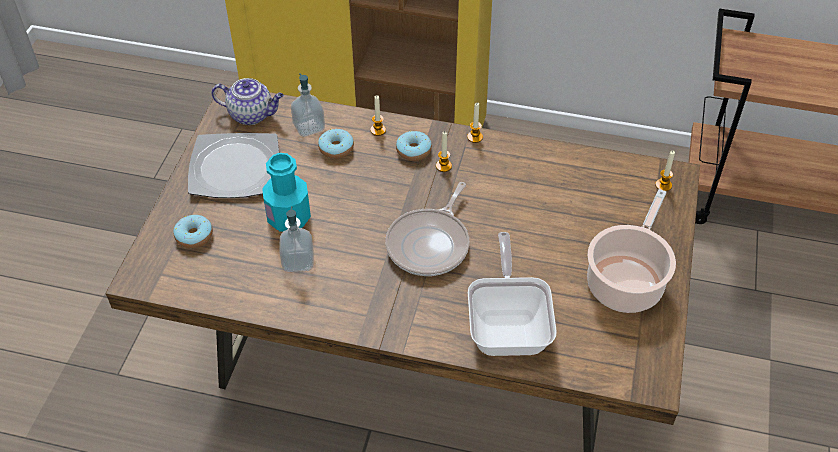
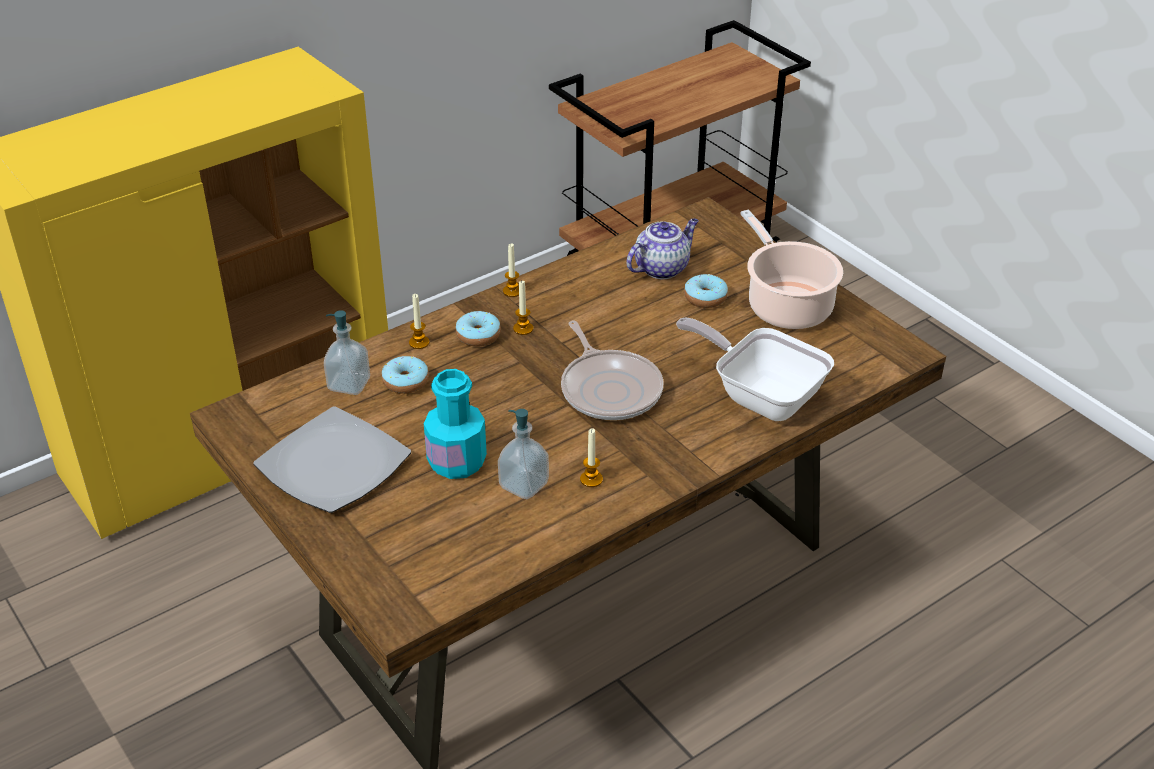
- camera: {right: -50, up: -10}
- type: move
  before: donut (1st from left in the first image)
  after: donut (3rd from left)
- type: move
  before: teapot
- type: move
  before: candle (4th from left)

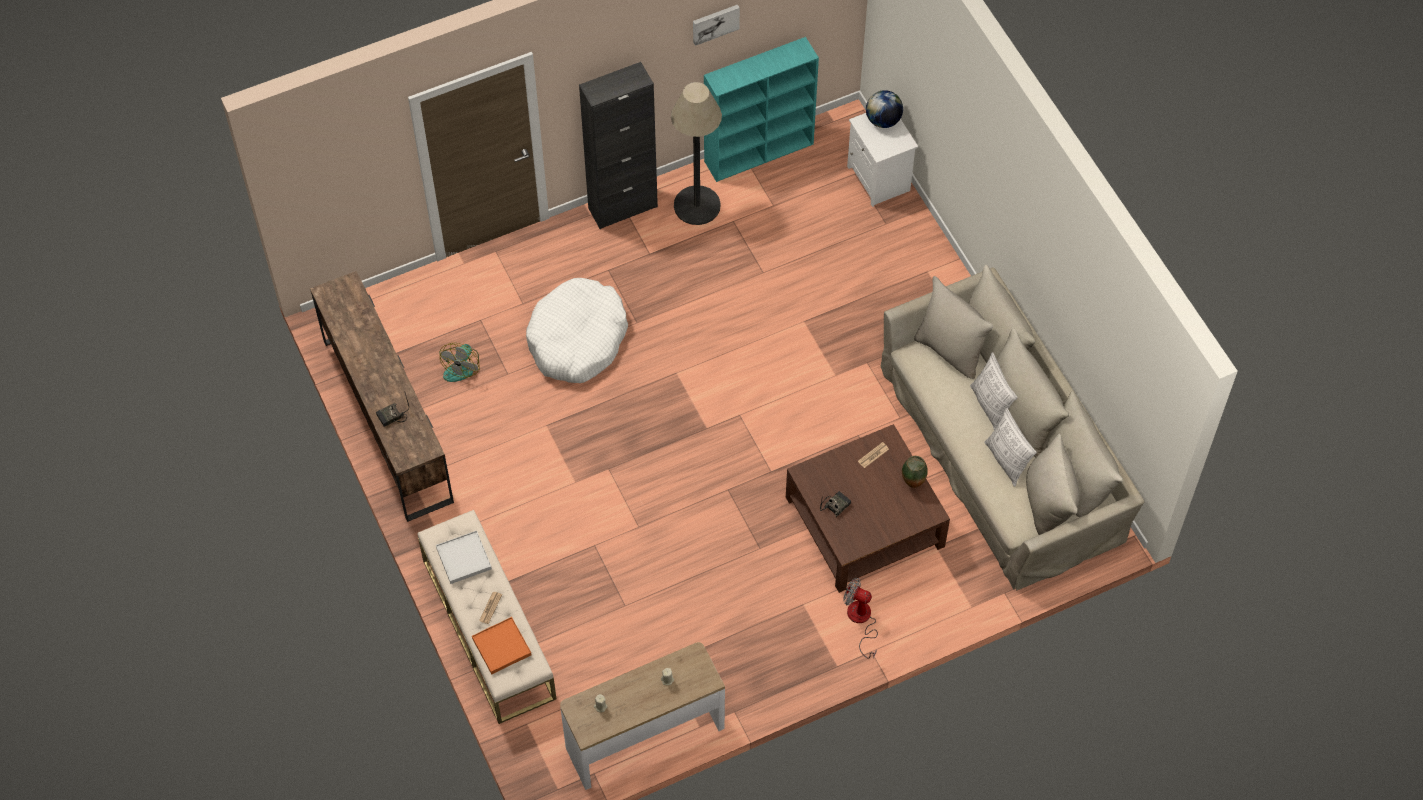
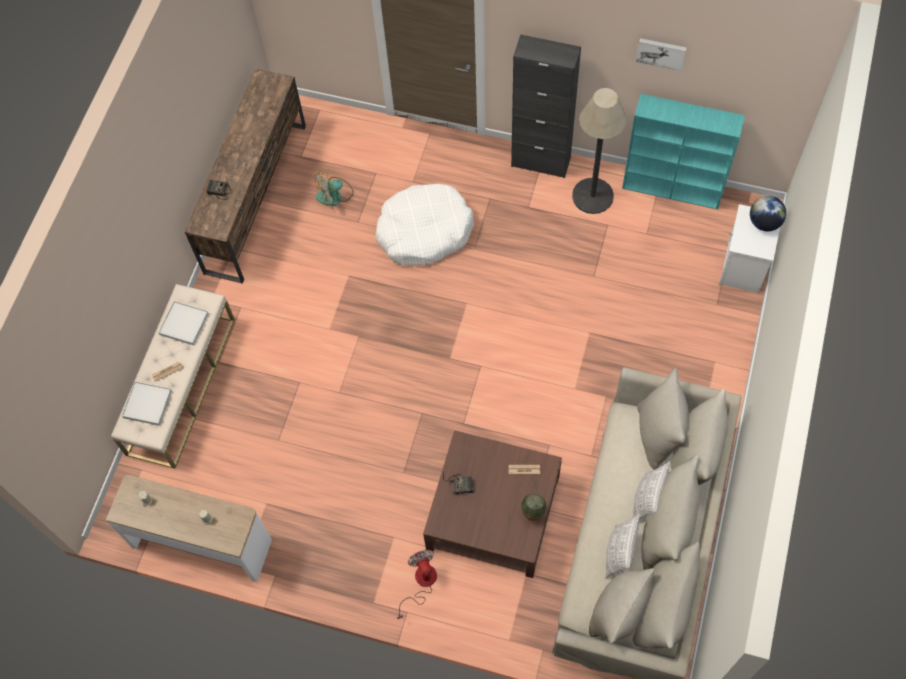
- camera: {right: 45, up: 5}
- type: recolor
  before: orange tray
  after: white tray (1st from left)

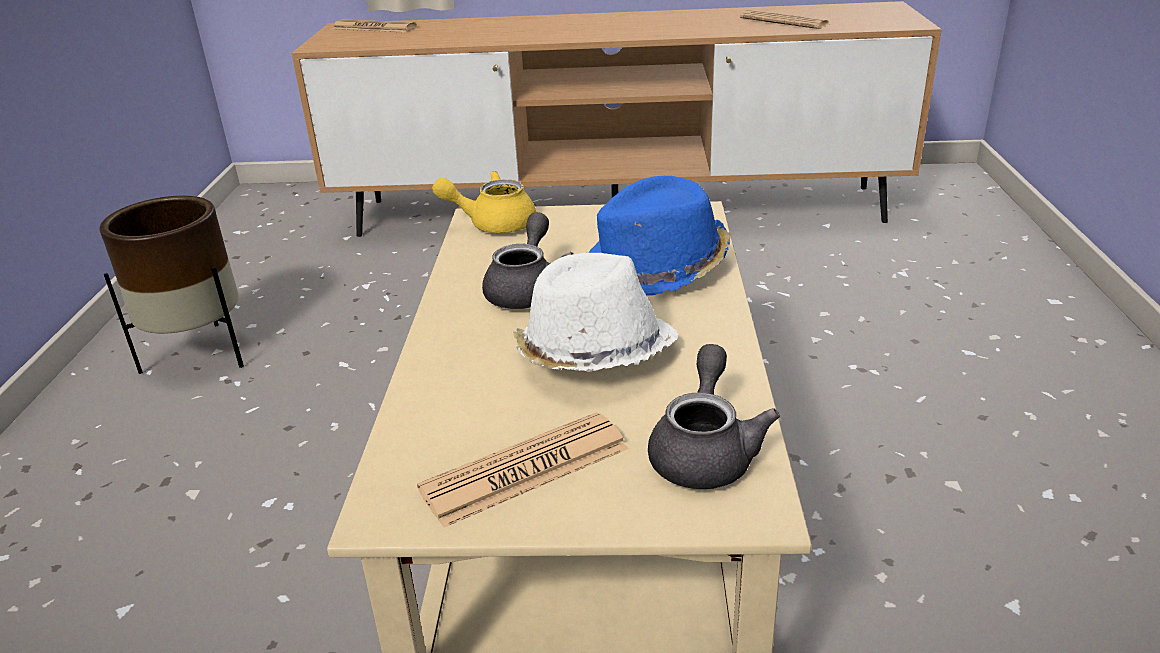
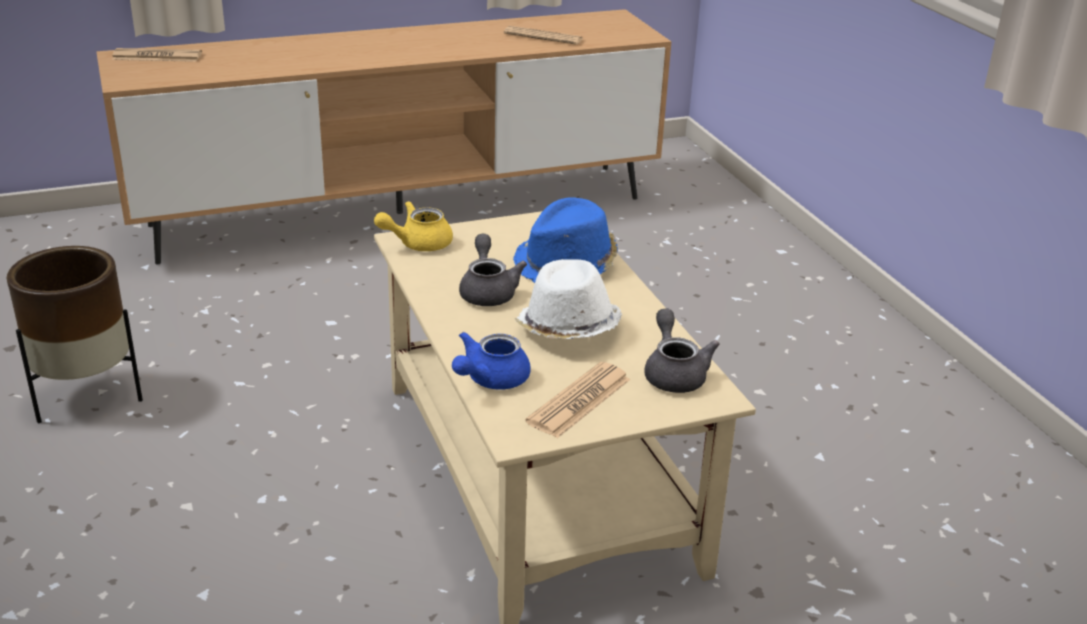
- camera: {right: -25, up: 0}
- type: insert
  after: blue teapot

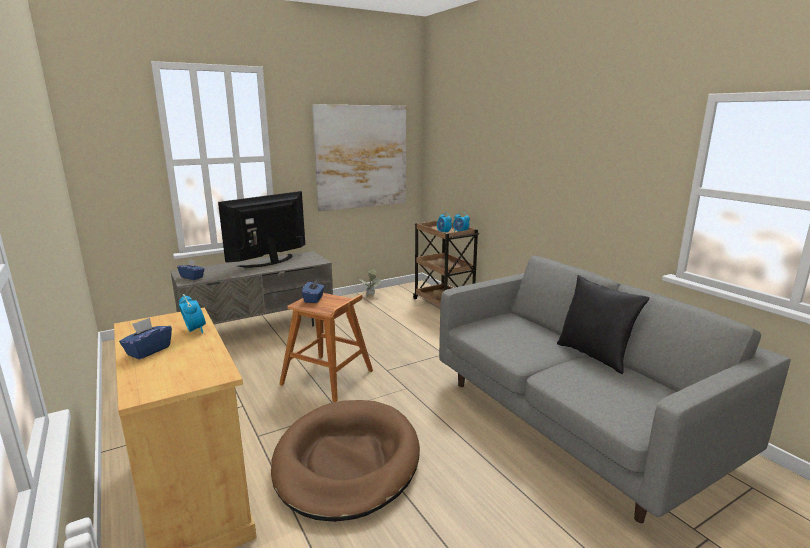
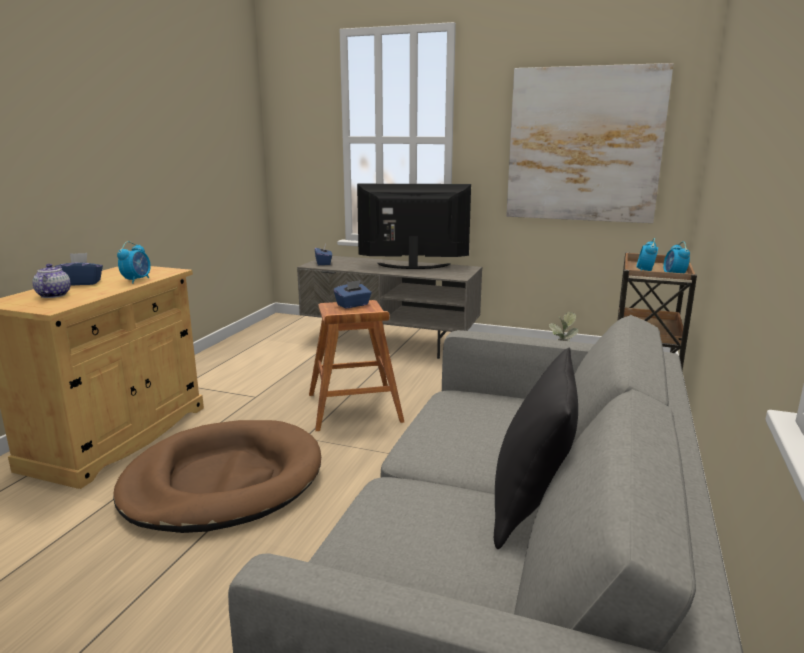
- camera: {right: 50, up: 0}
- type: insert
  after: teapot

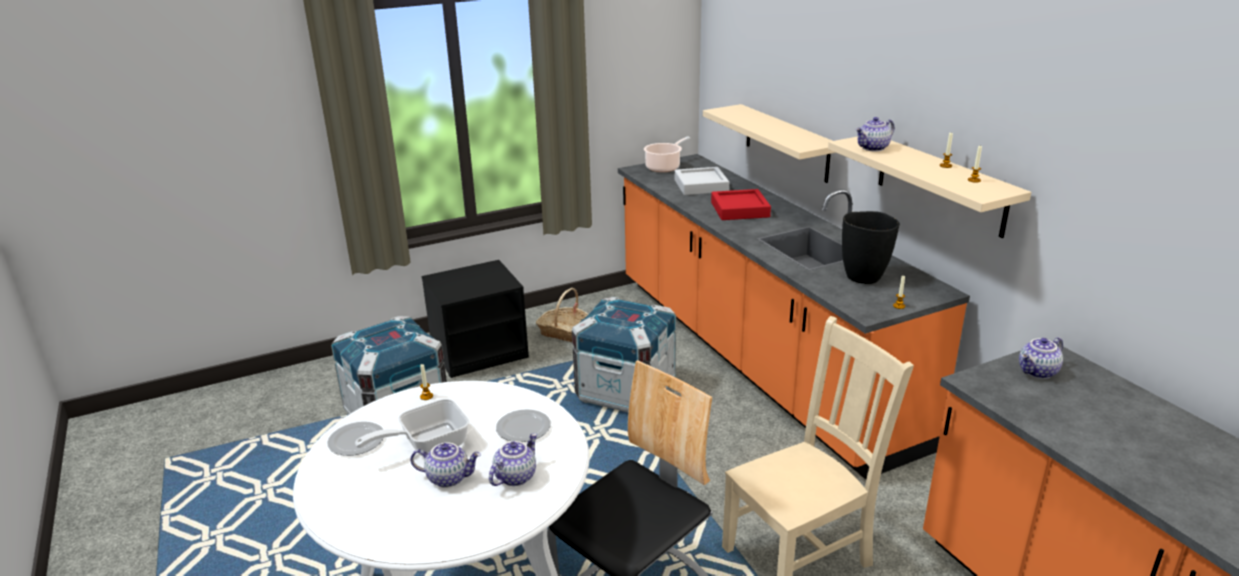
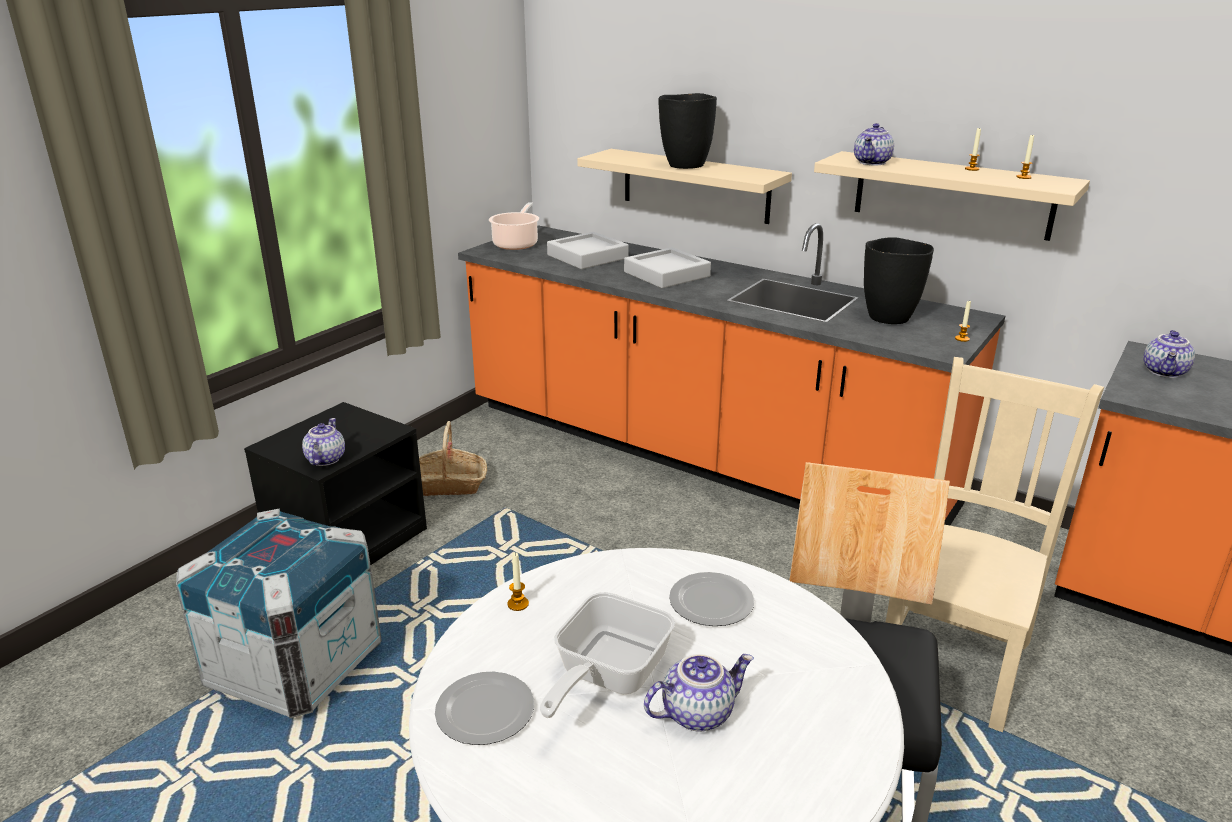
- camera: {right: -30, up: 0}
- type: delete
  before: crate (2nd from left)
- type: insert
  after: black vase (1st from left)
- type: move
  before: teapot (2nd from left in the first image)
  after: teapot (1st from left)
- type: recolor
  before: red tray
  after: grey tray (2nd from left)

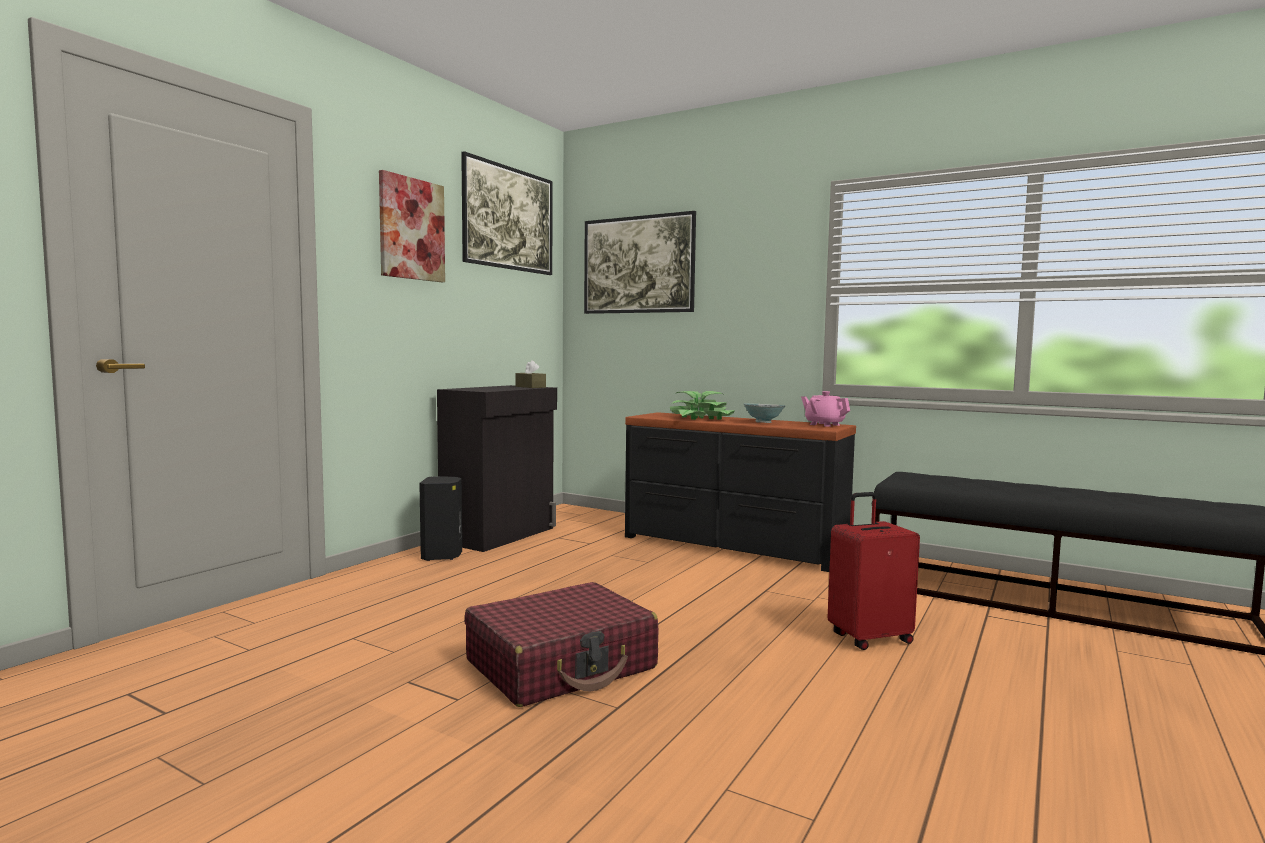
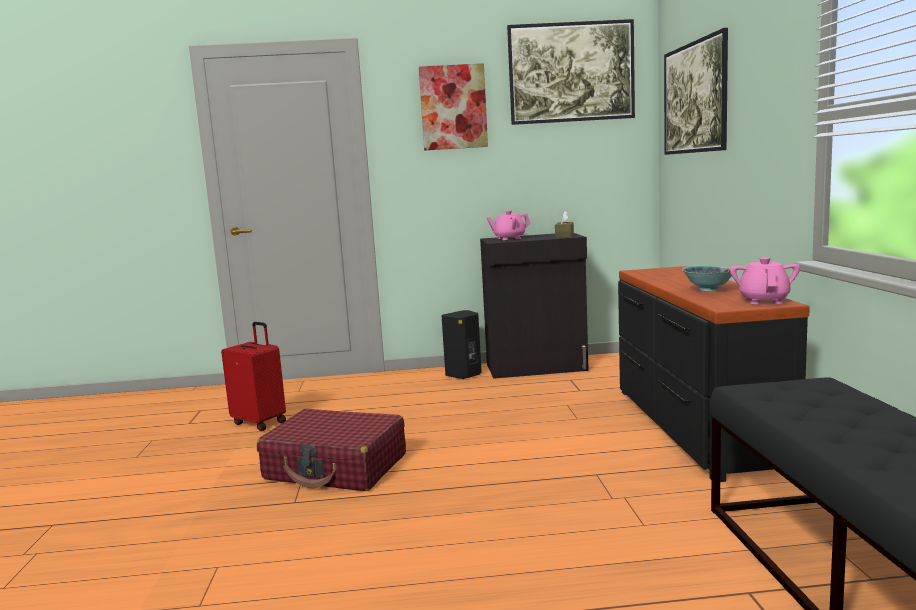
- camera: {right: 55, up: 5}
- type: delete
  before: potted plant
- type: insert
  after: pink teapot (1st from left)
- type: move
  before: red suitcase (2nd from left in the first image)
  after: red suitcase (1st from left)

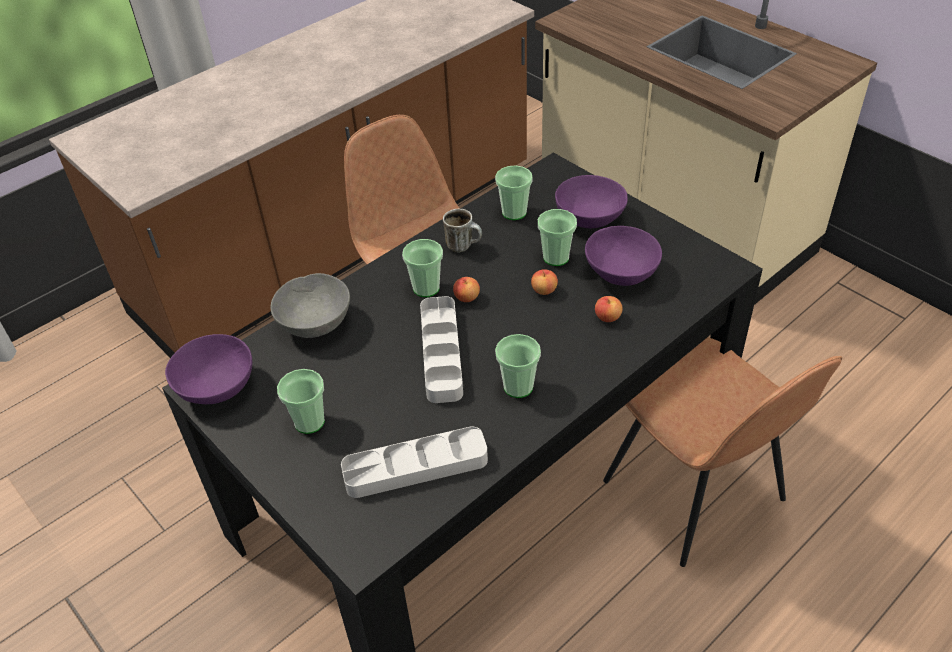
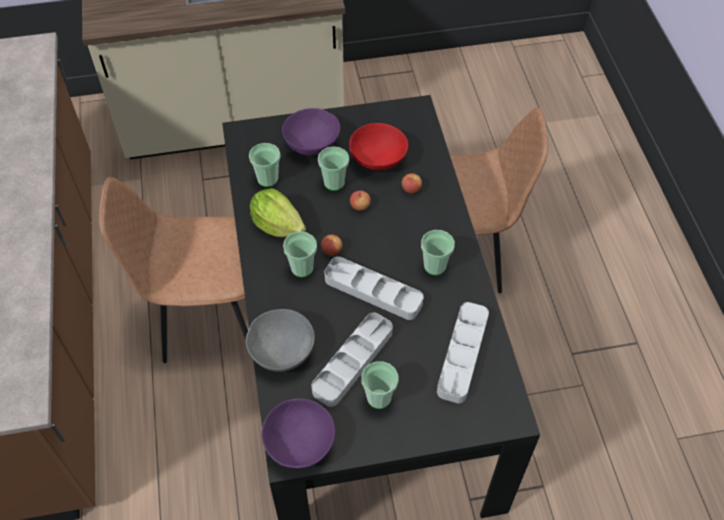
- camera: {right: -60, up: 10}
- type: insert
  after: grey tray (1st from left)
- type: replace
  before: mug
  after: lettuce
- type: recolor
  before: purple bowl (3rd from left)
  after: red bowl

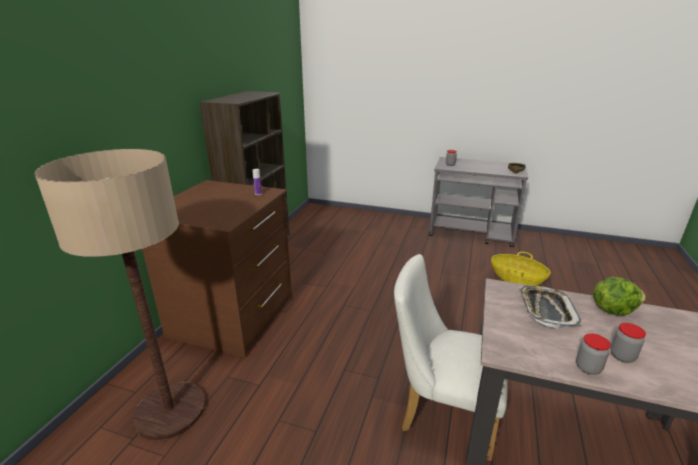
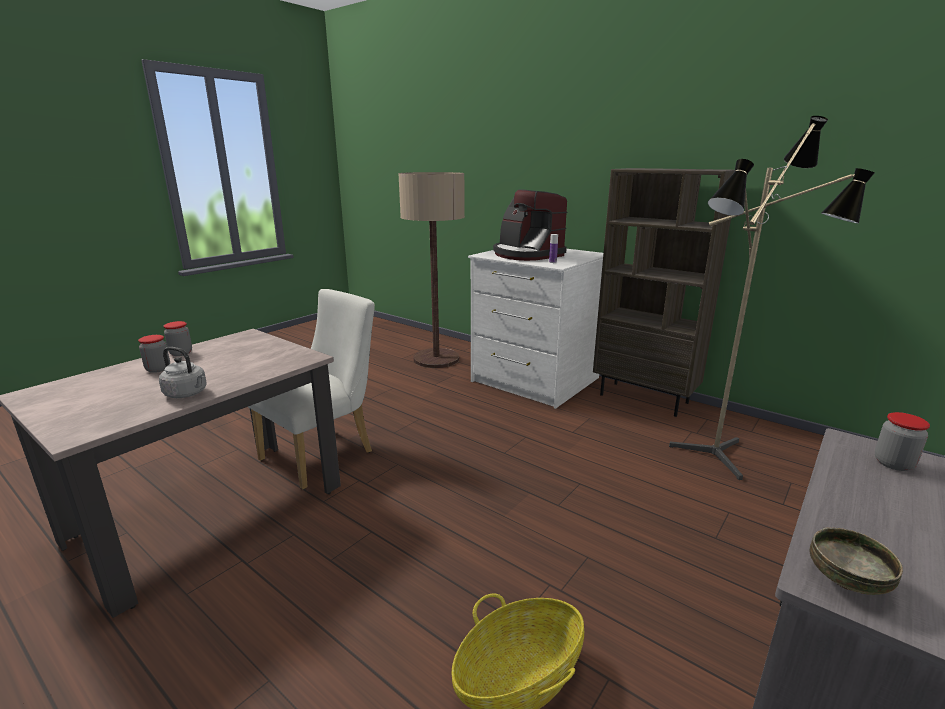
- camera: {right: 110, up: -5}
- type: delete
  before: tray
- type: insert
  after: coffee machine
- type: insert
  after: floor lamp (2nd from left)
- type: replace
  before: lettuce
  after: grey kettle
- type: recolor
  before: brown dresser
  after: white dresser

